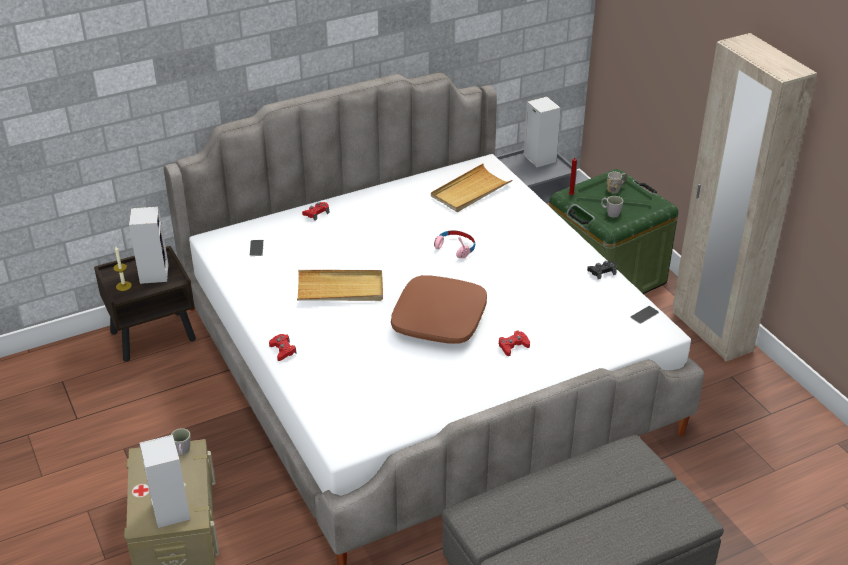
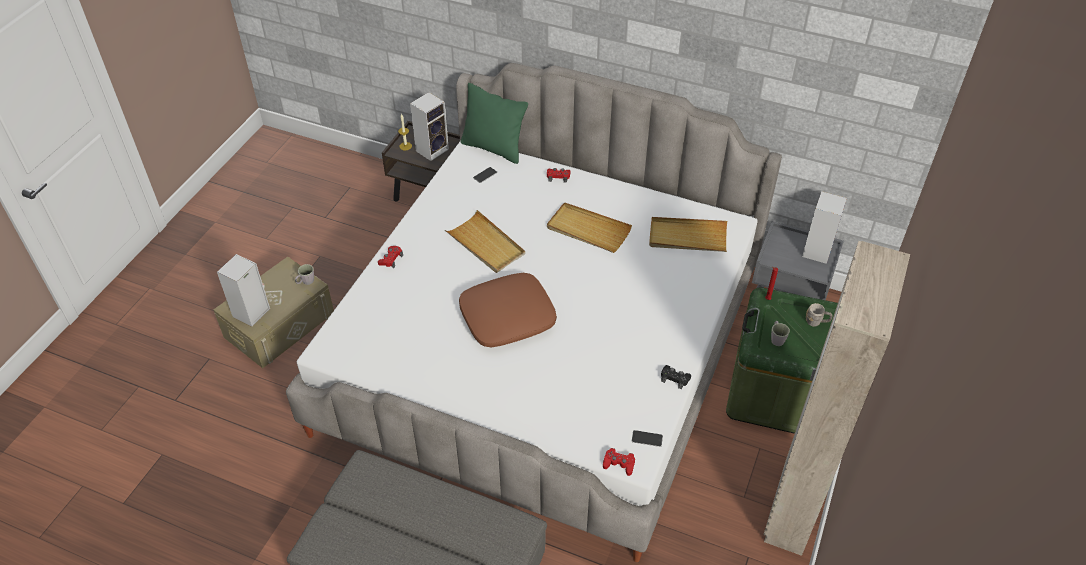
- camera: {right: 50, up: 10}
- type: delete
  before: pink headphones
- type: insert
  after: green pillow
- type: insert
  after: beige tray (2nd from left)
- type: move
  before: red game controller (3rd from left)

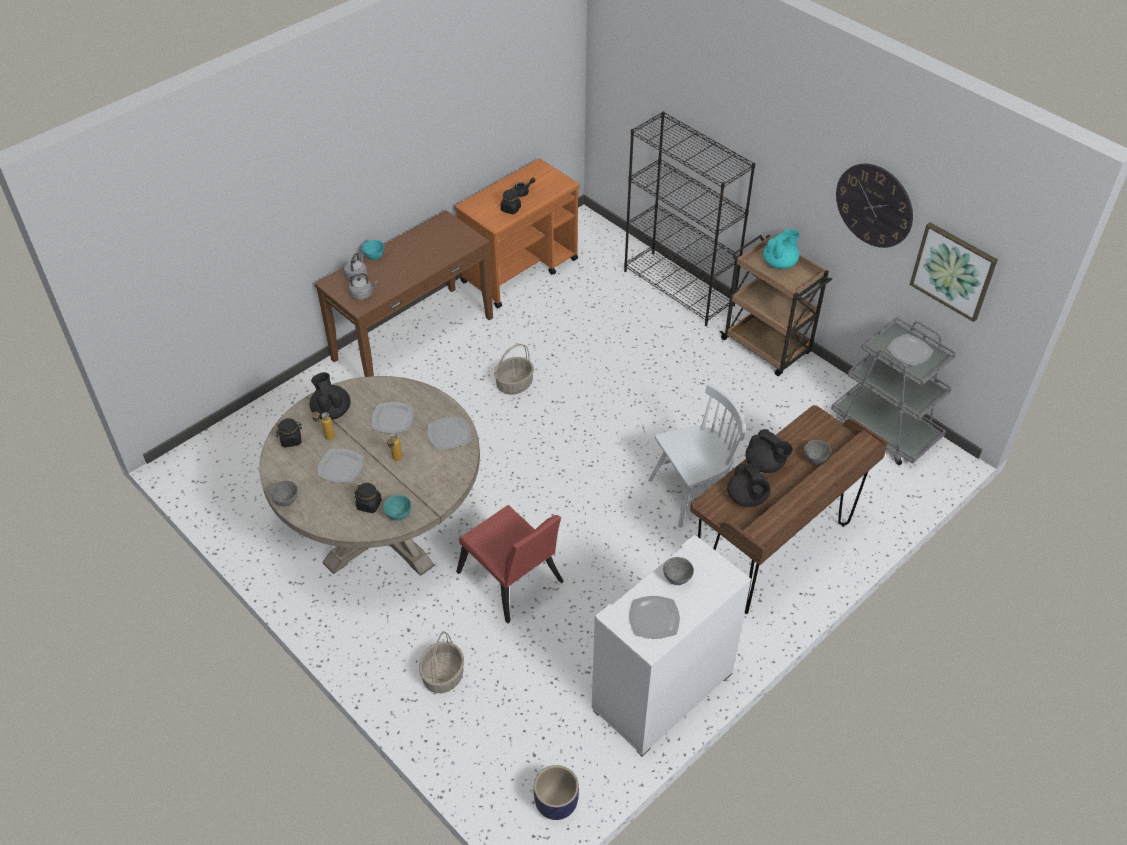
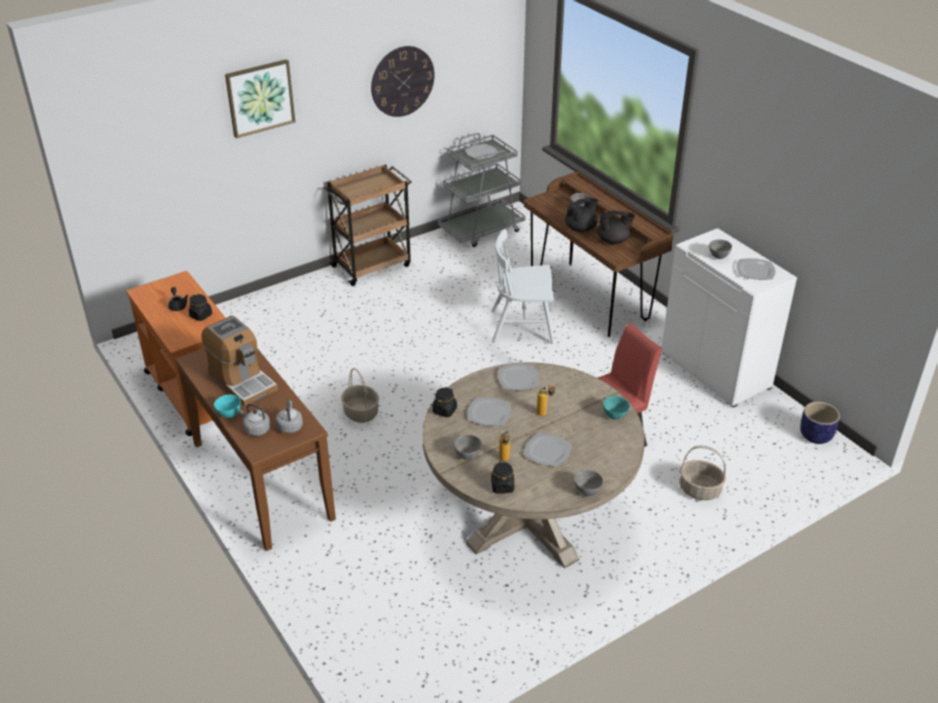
- camera: {right: -80, up: -10}
- type: delete
  before: black bookcase
- type: delete
  before: turquoise teapot
- type: insert
  after: coffee machine
- type: move
  before: black jar (2nd from left)
- type: move
  before: picture
- type: replace
  before: black teapot (1st from left)
  after: grey bowl (1st from left)
- type: rotate
  before: white chair
  turn: -75

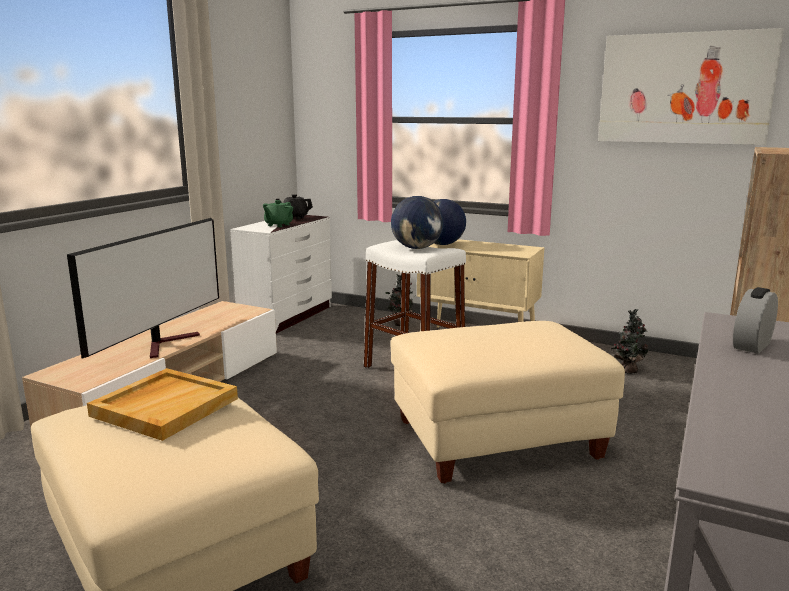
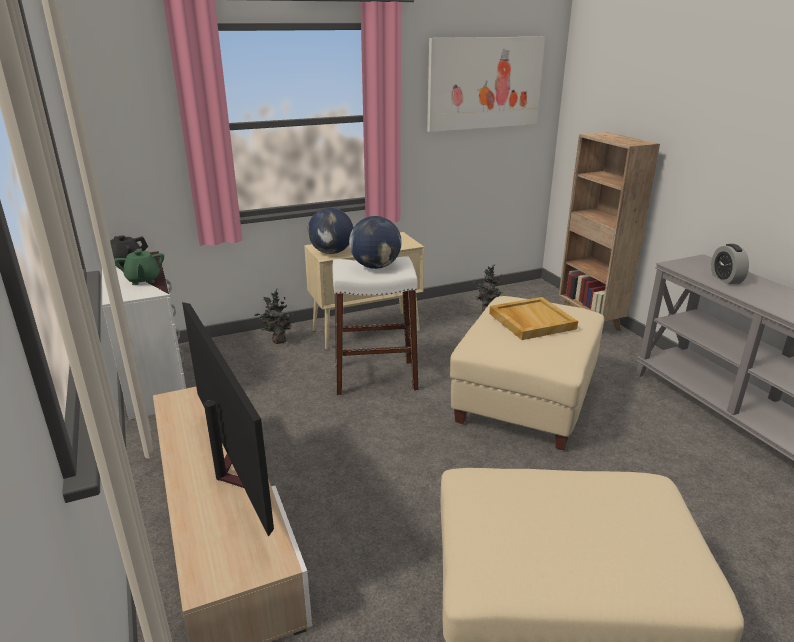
- camera: {right: -50, up: 10}
- type: move
  before: beige tray

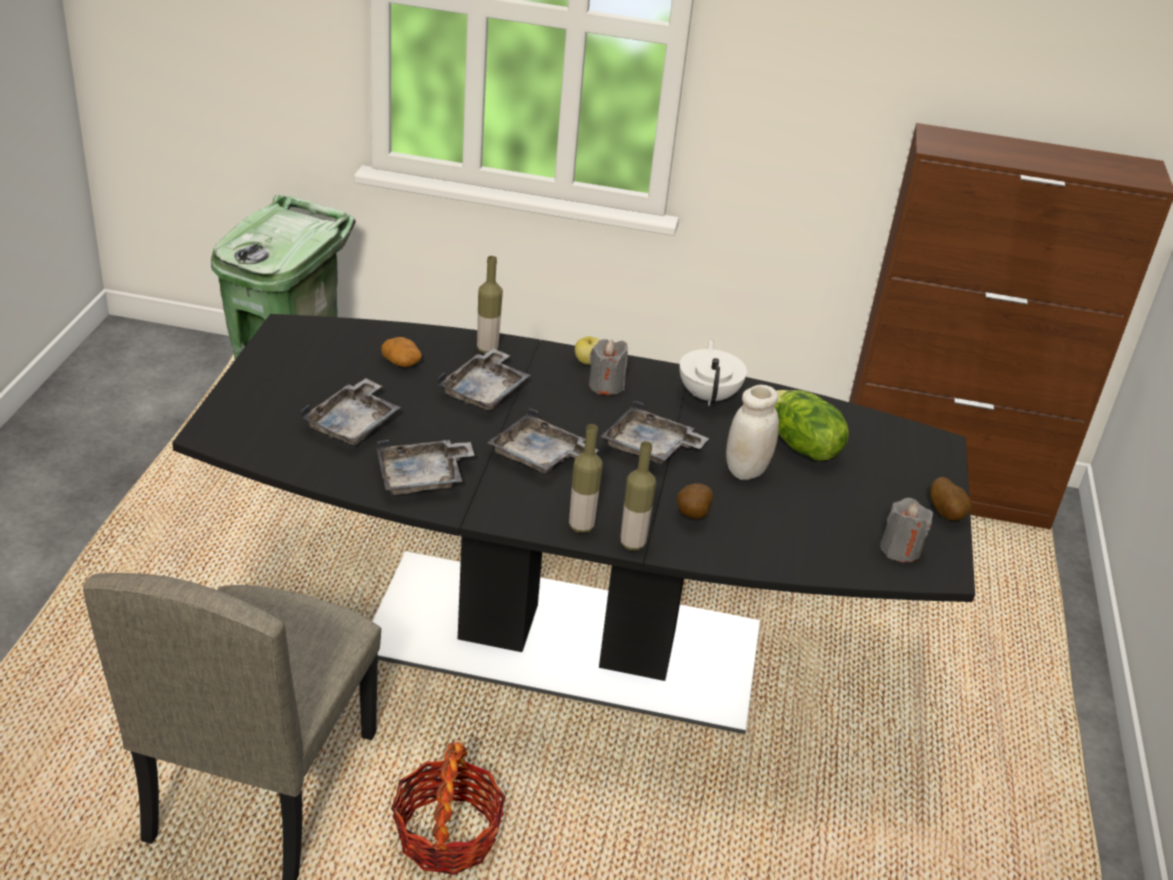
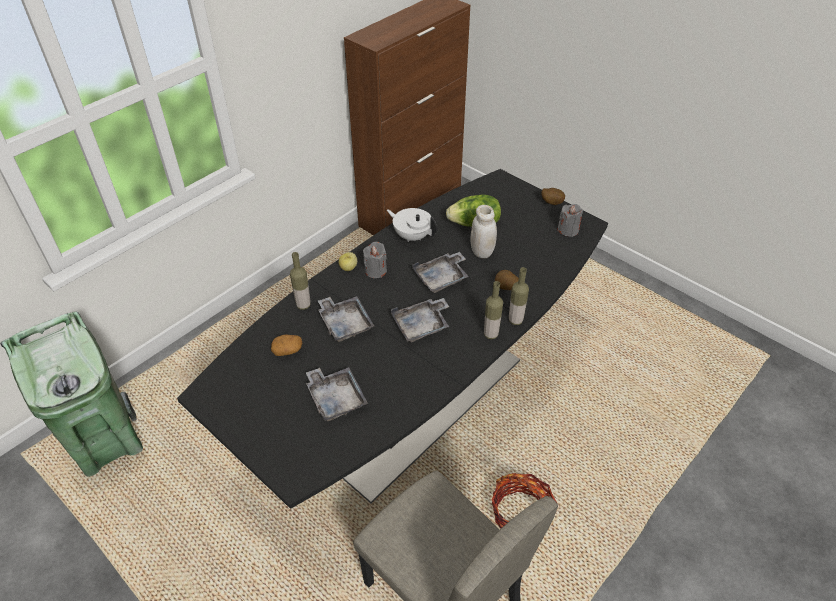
- camera: {right: -55, up: 10}
- type: delete
  before: grey tray (2nd from left)

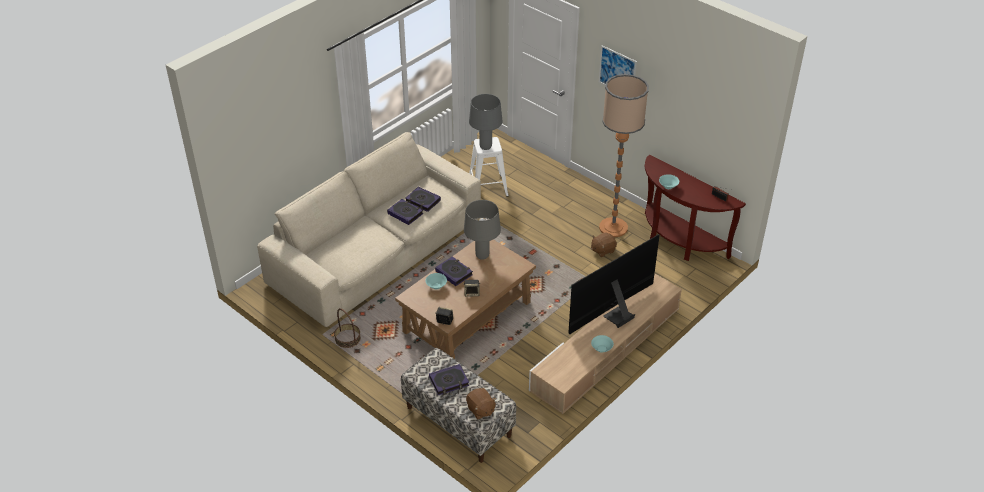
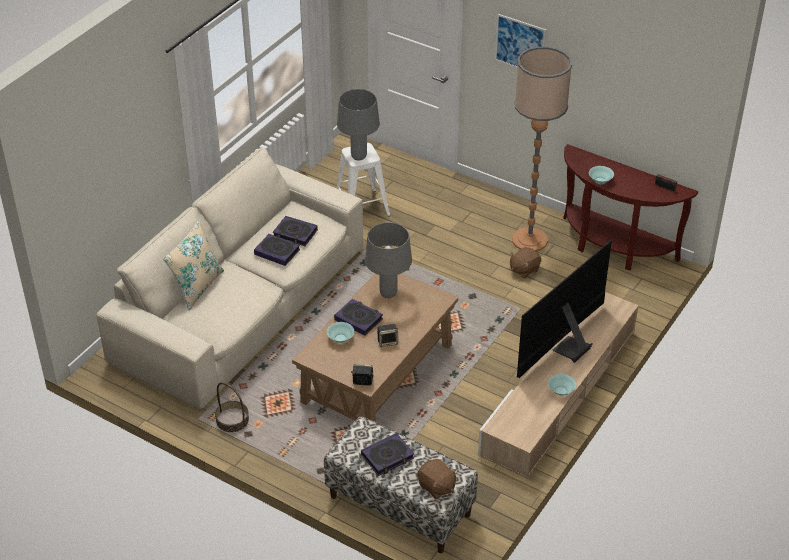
- camera: {right: -10, up: 0}
- type: insert
  after: beige pillow

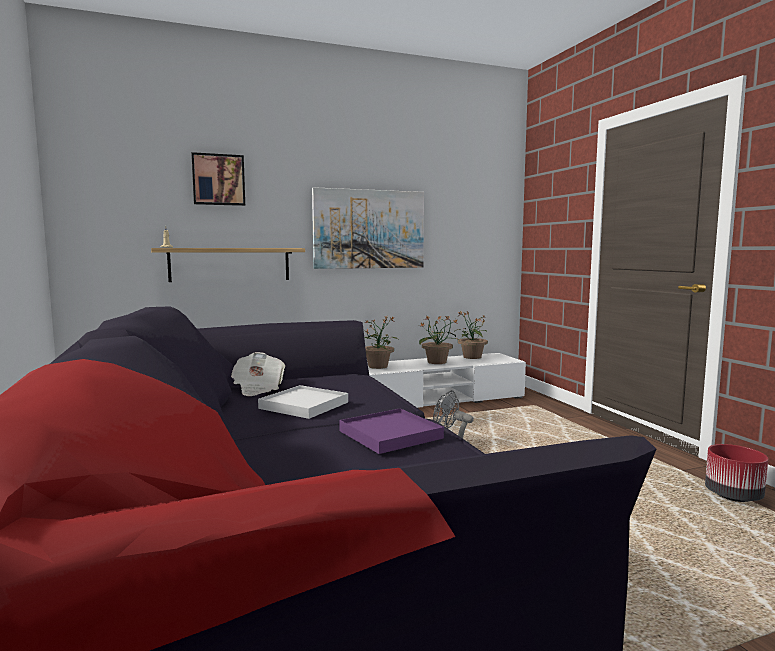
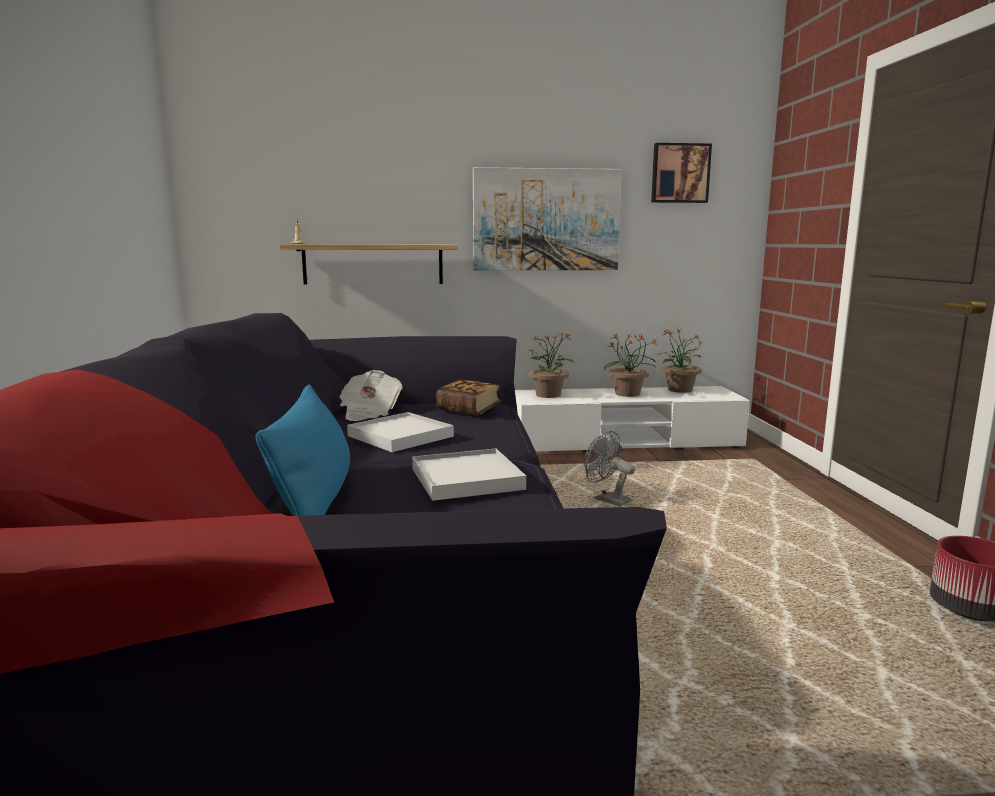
- camera: {right: 15, up: 5}
- type: insert
  after: blue pillow
- type: insert
  after: book
- type: move
  before: picture (1st from left in the first image)
  after: picture (2nd from left)
- type: recolor
  before: purple tray
  after: white tray (2nd from left)

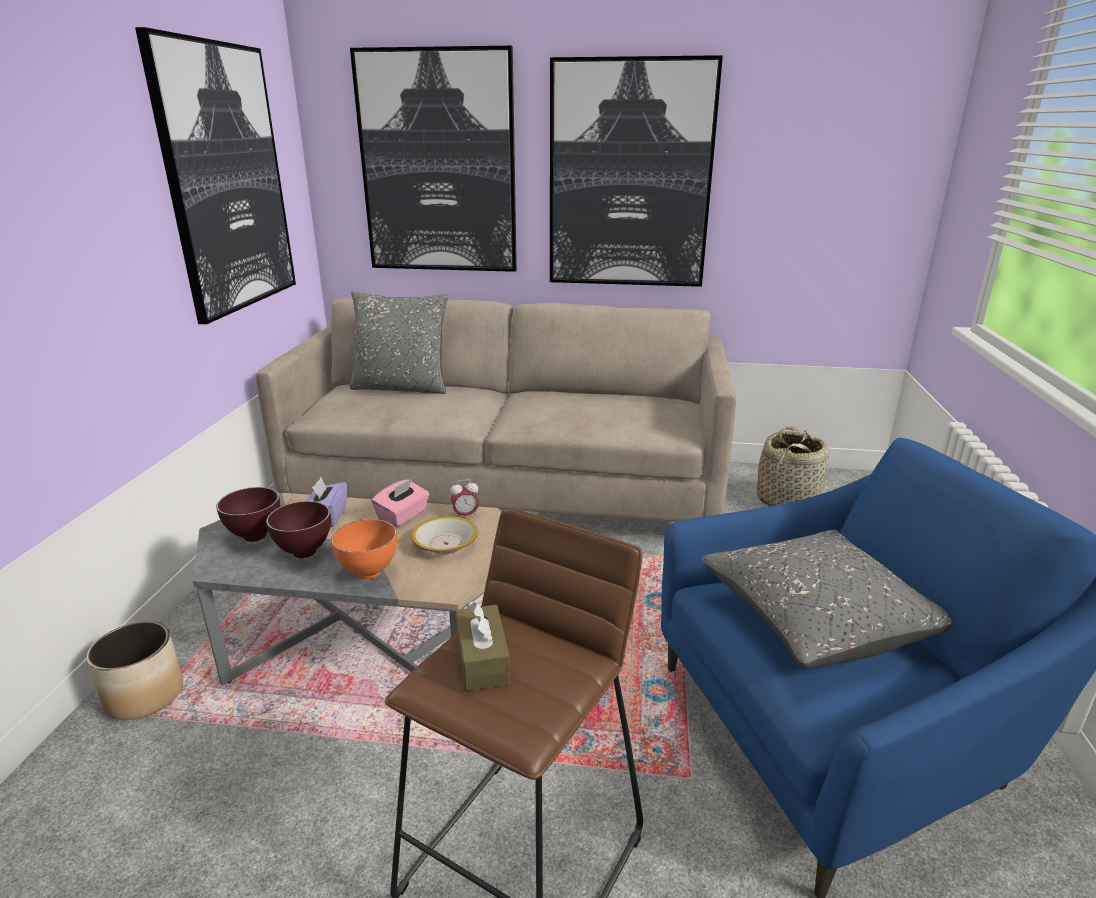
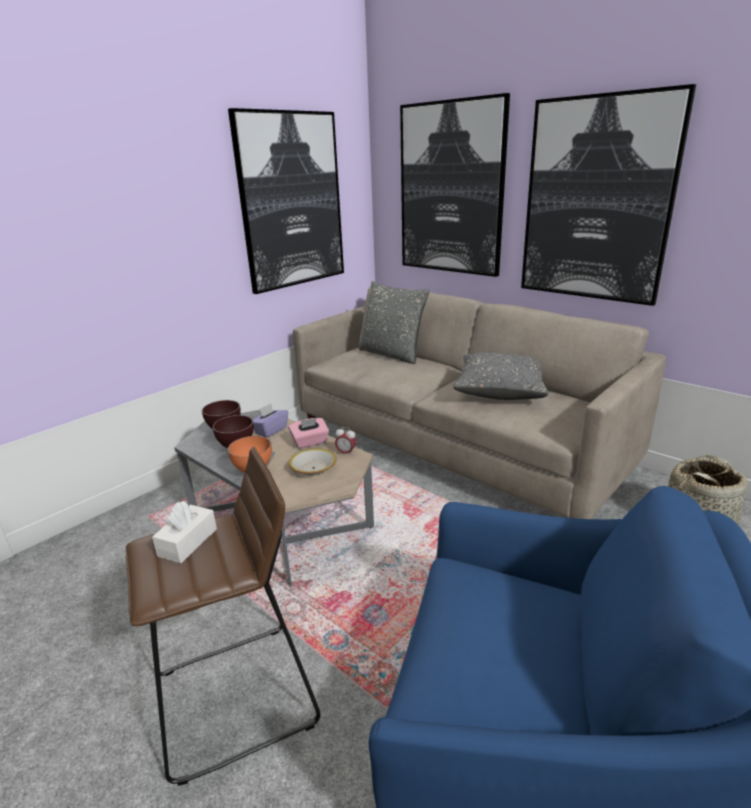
- camera: {right: 35, up: 0}
- type: delete
  before: planter
- type: move
  before: grey pillow (2nd from left)
- type: recolor
  before: brown tissue box
  after: white tissue box

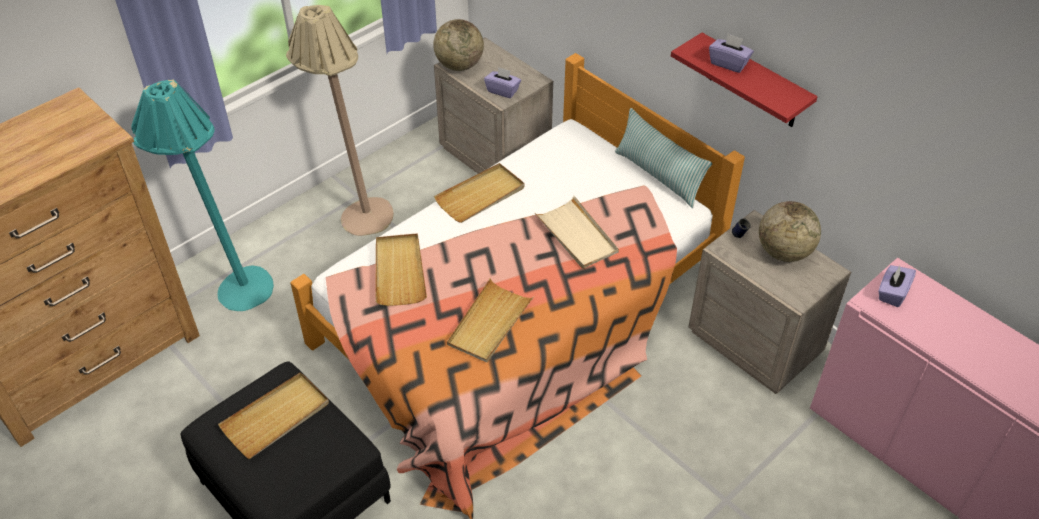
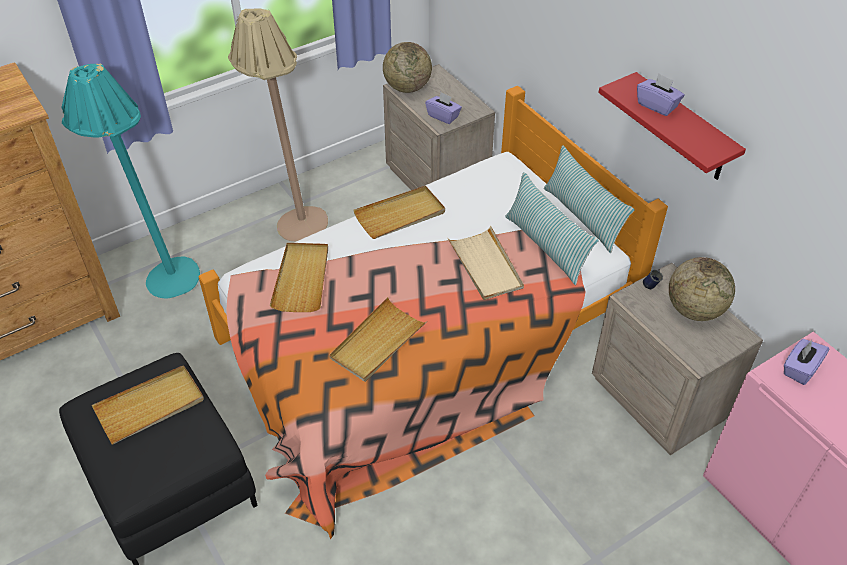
- camera: {right: 10, up: 0}
- type: insert
  after: pillow (1st from left)

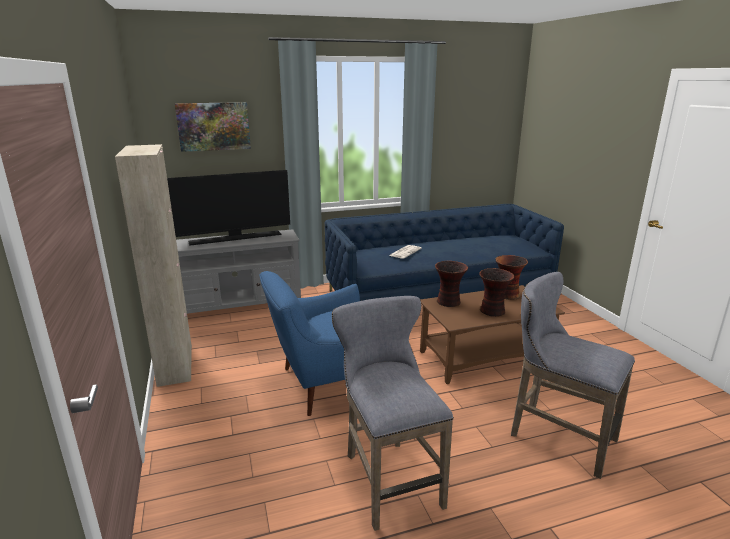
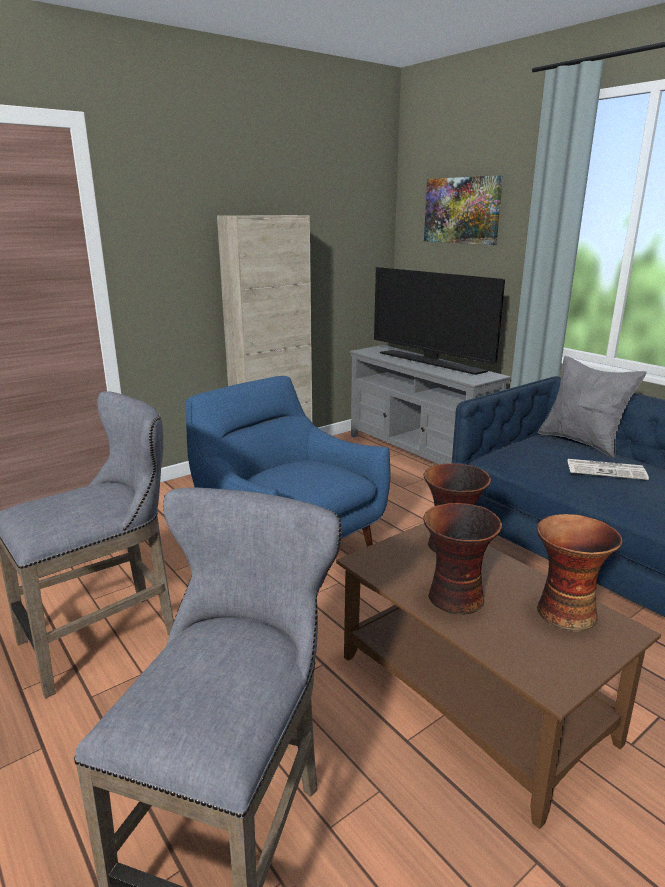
- camera: {right: 70, up: 0}
- type: insert
  after: grey pillow

